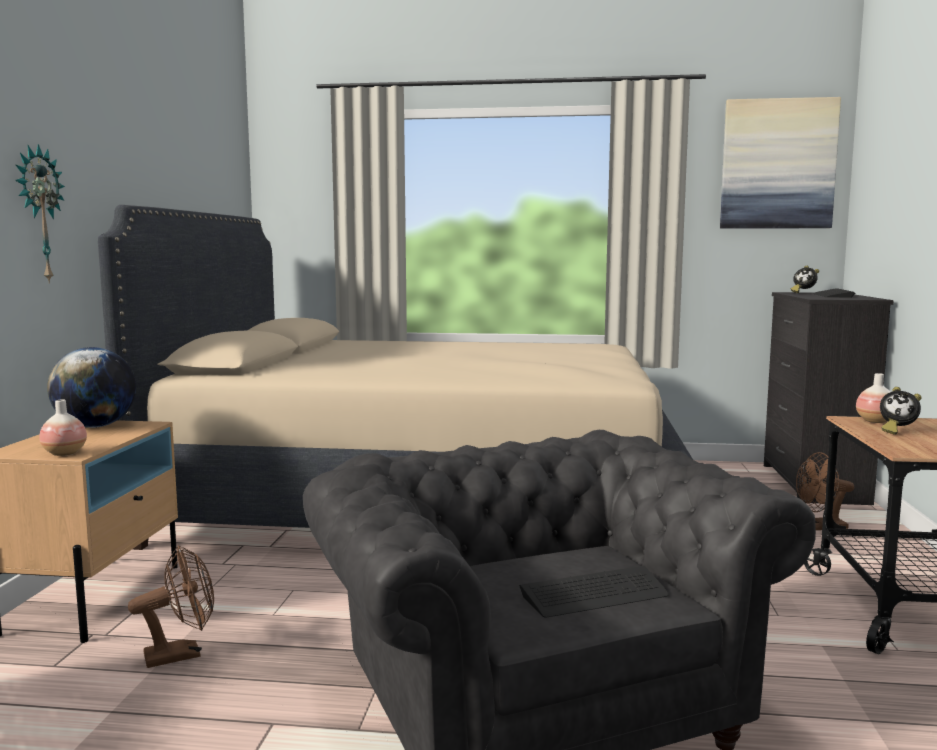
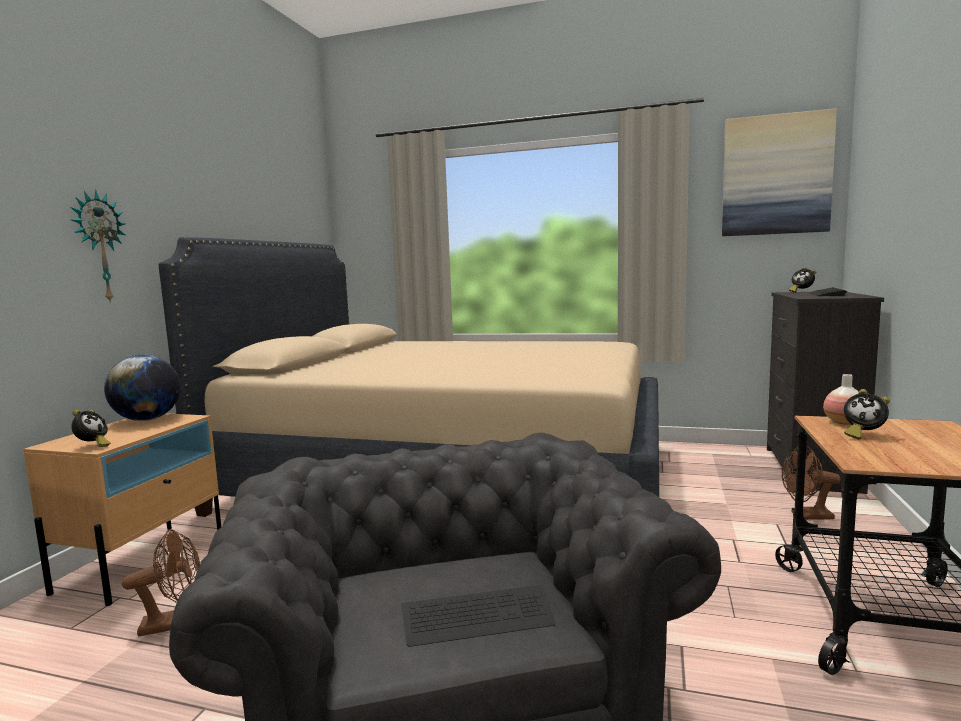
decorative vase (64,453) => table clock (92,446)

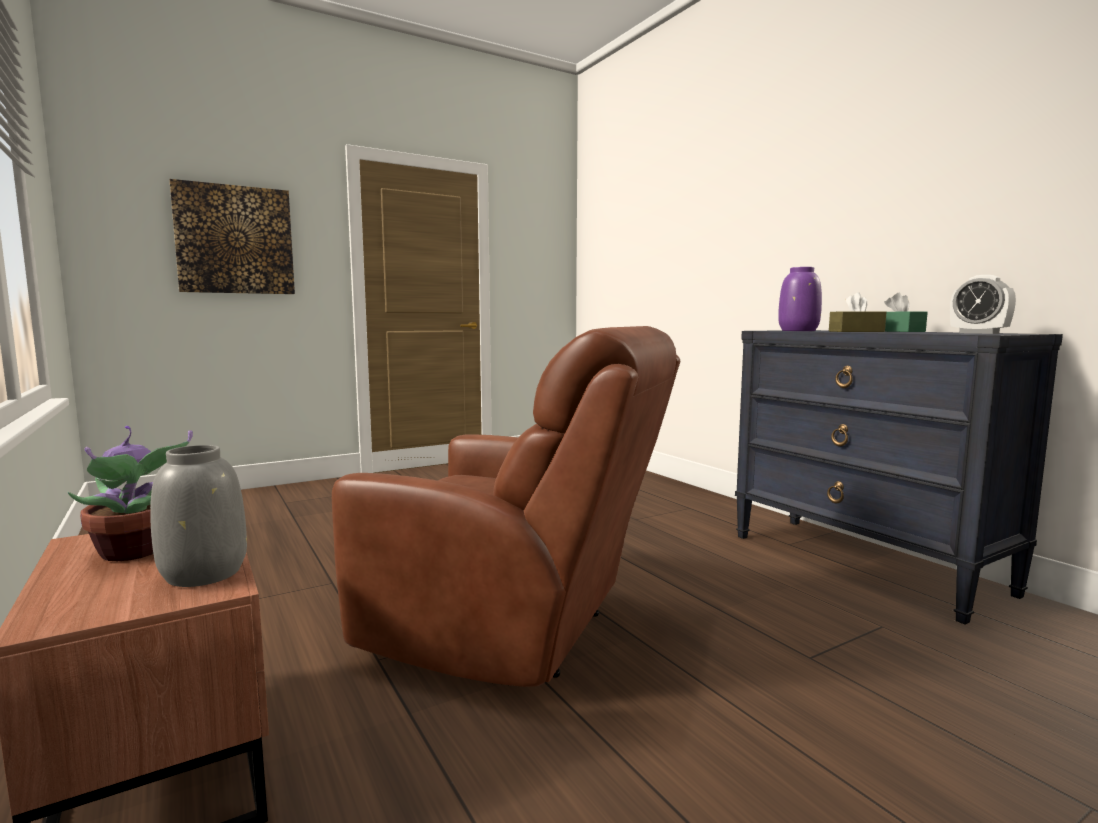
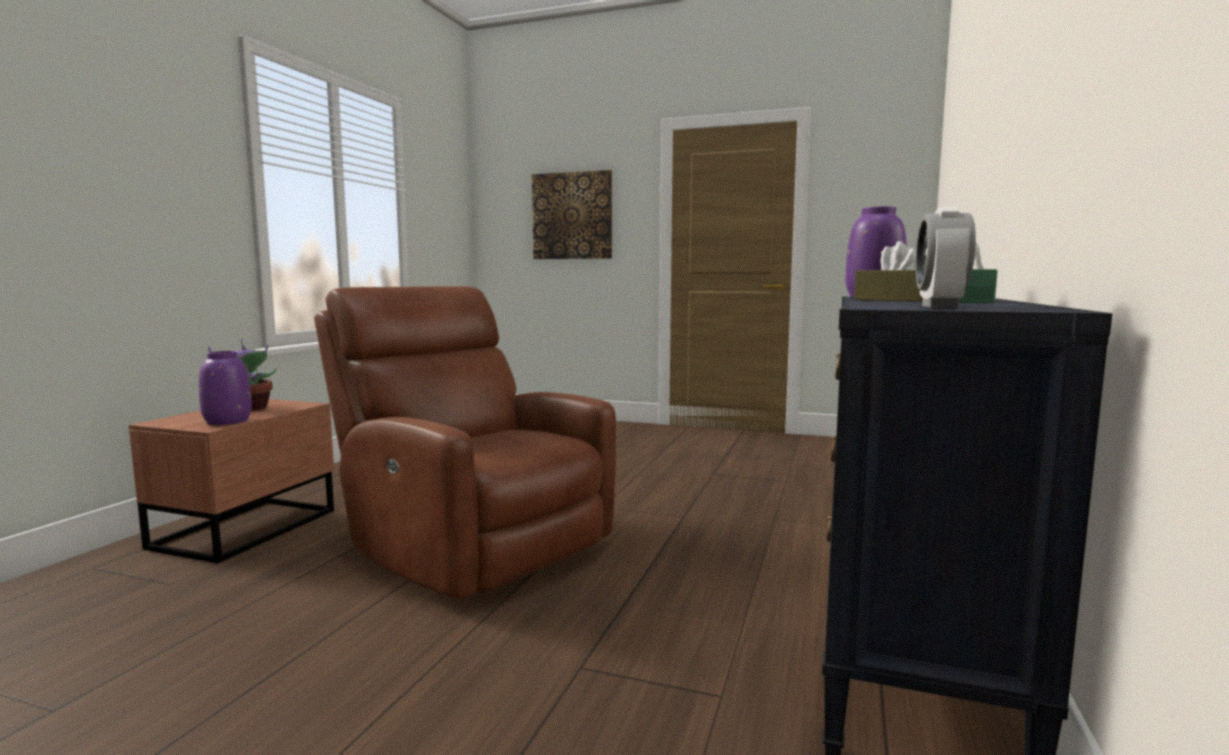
gray decorative vase (202,574) => purplish decorative vase (227,421)
brownish armchair (515,630) => brownish armchair (473,547), 150 degrees clockwise

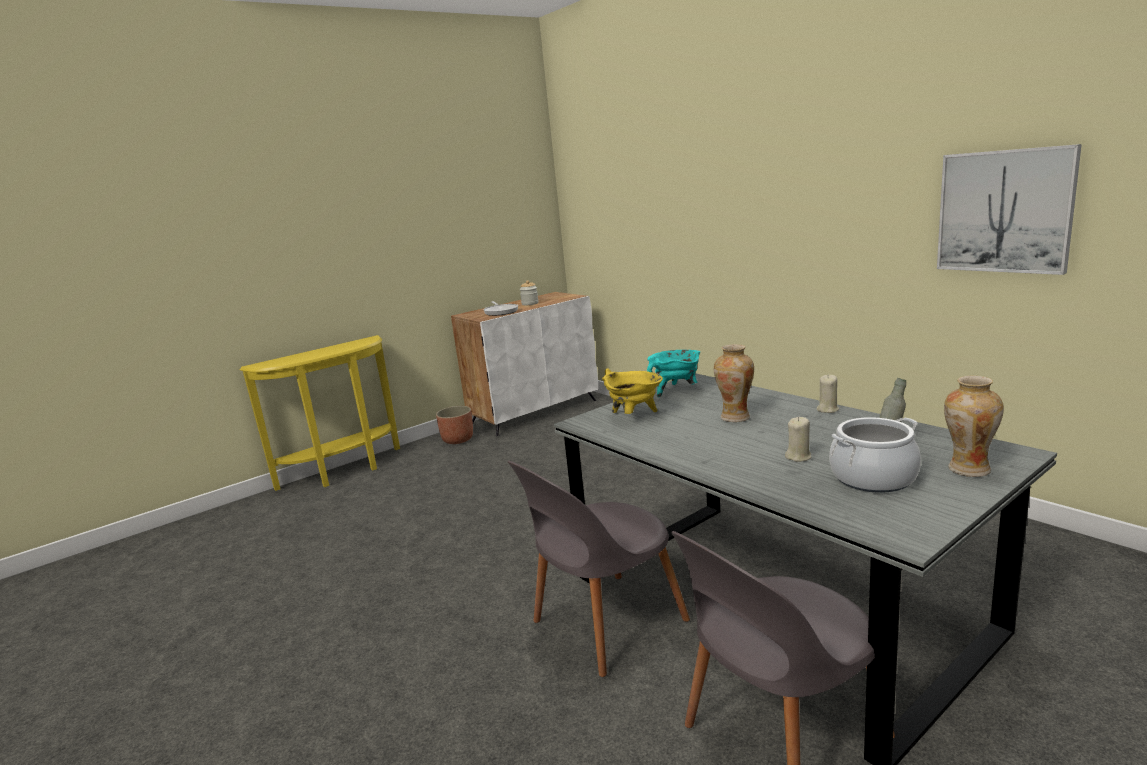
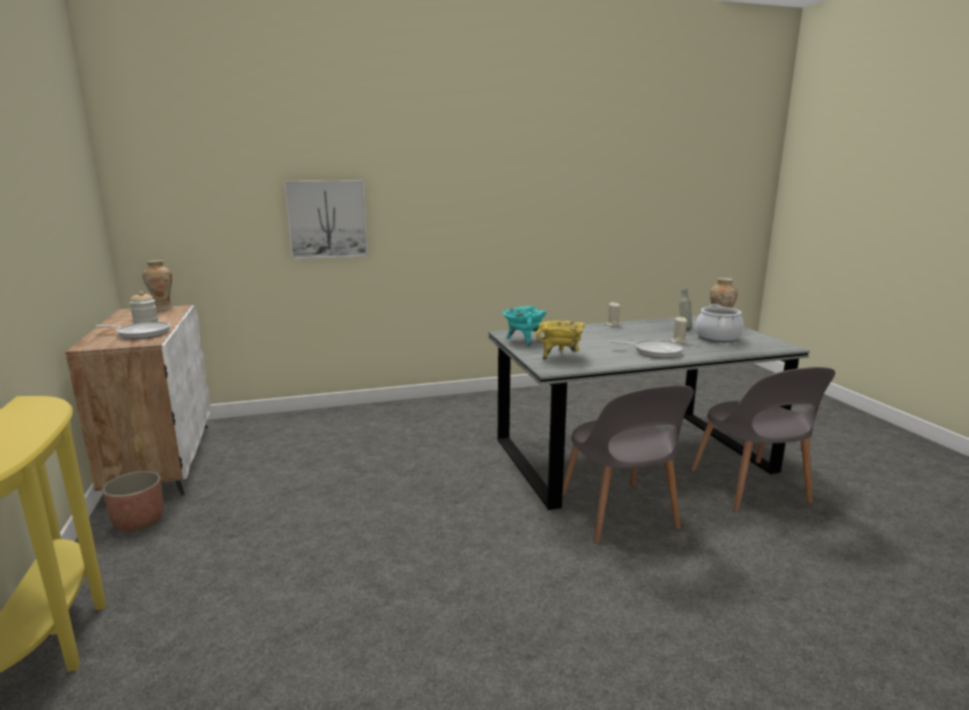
decorative vase (735,417) => decorative vase (162,309), shifted
wall picture (1004,211) => wall picture (327,219), shifted
nothing => pan (654,352)

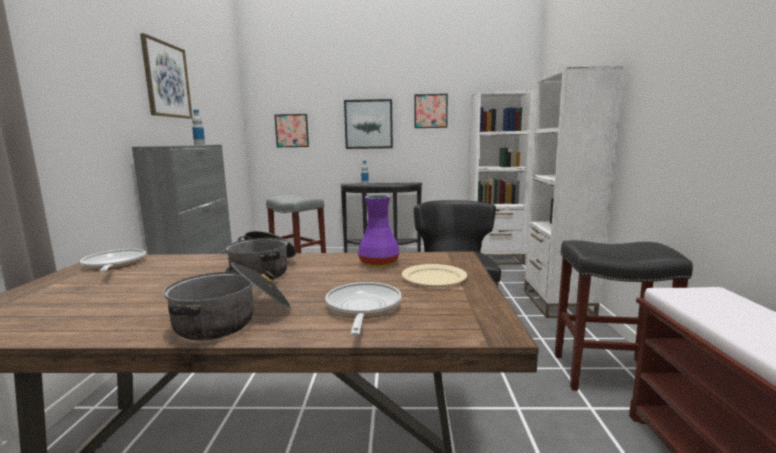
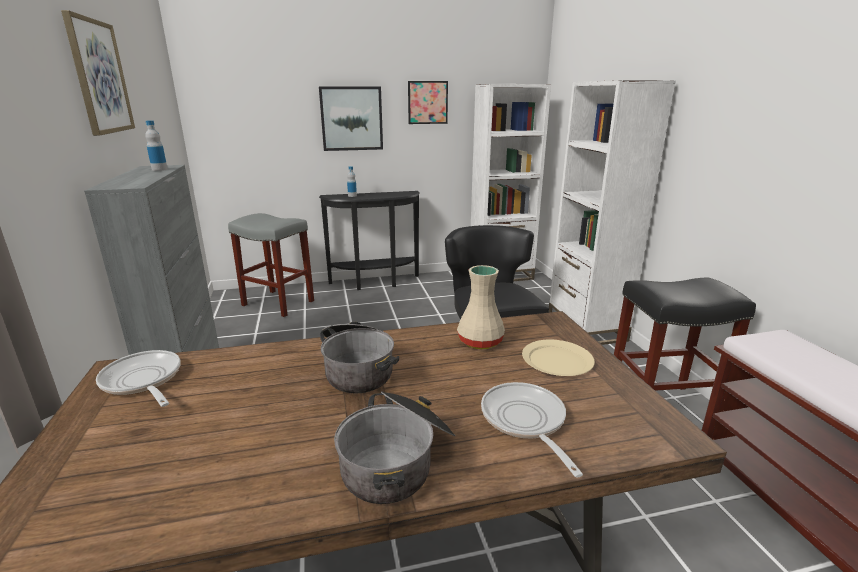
purplish decorative vase (378,263) => beige-coloured decorative vase (479,342)
wall picture (292,130) => nothing

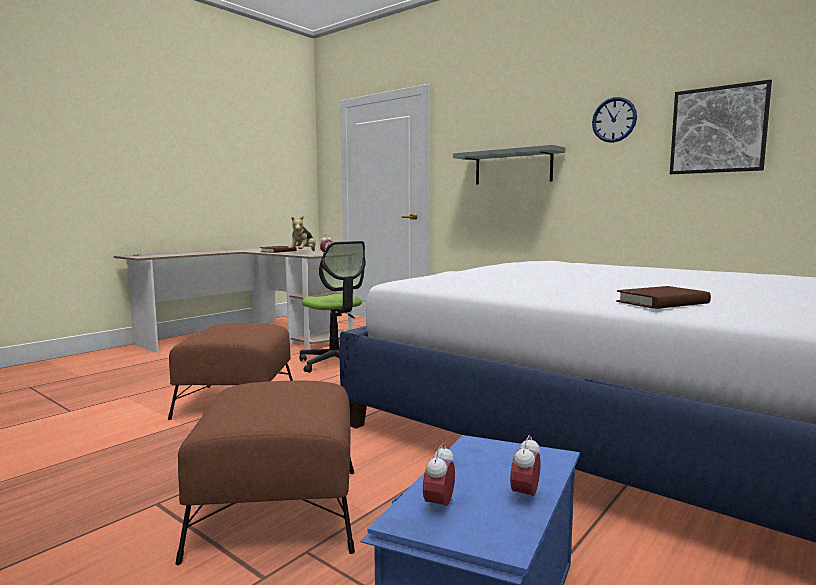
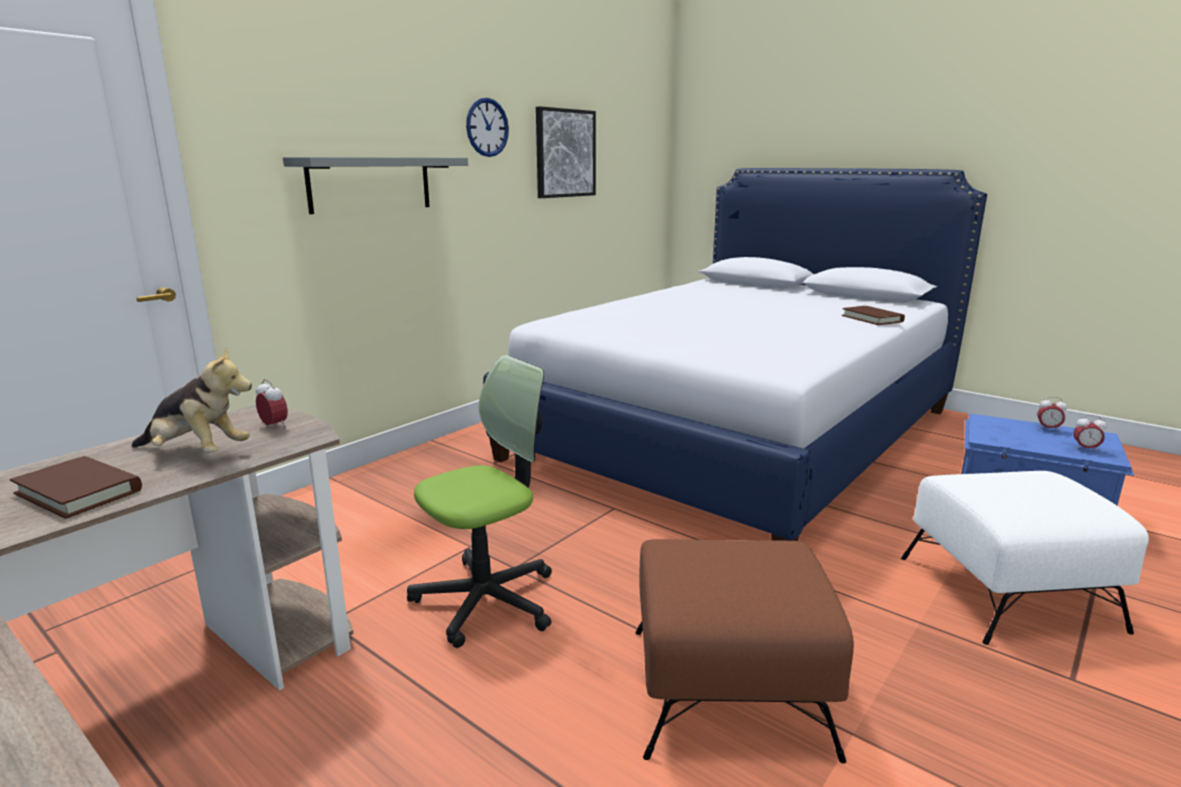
brownish pouffe (277,512) => white pouffe (1008,592)

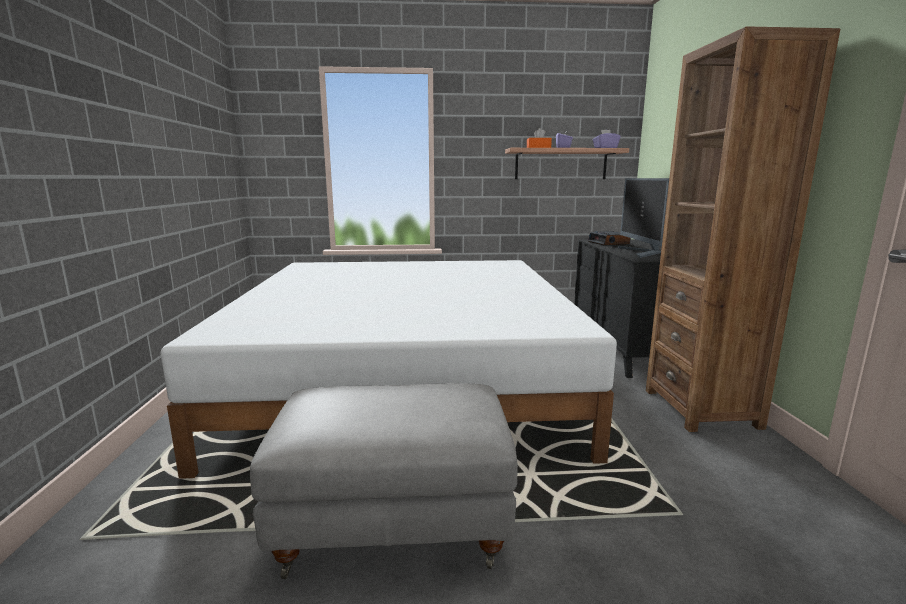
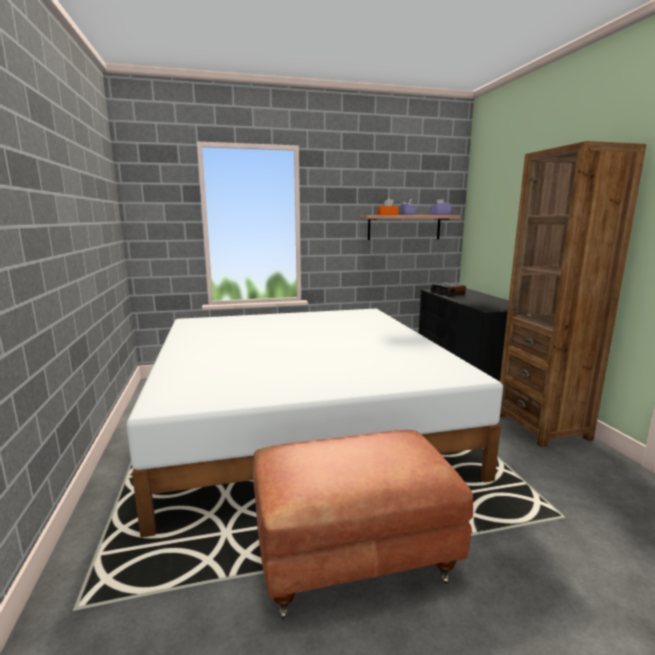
gray pouffe (395,525) => brownish pouffe (353,556)
computer display (642,253) => nothing

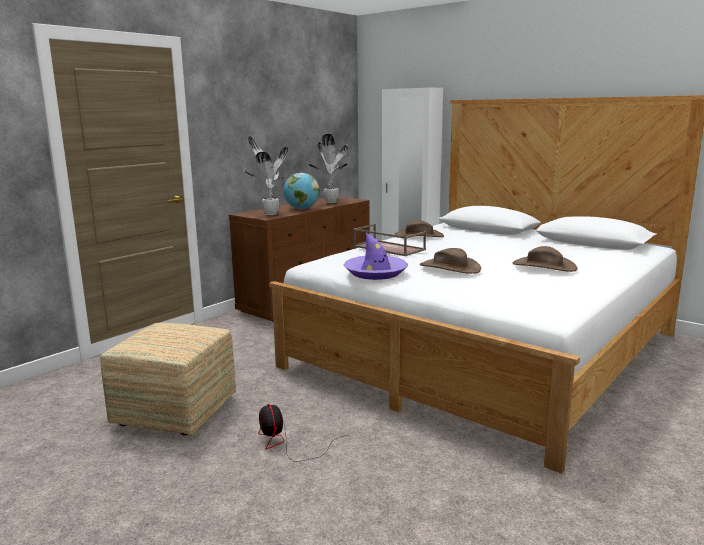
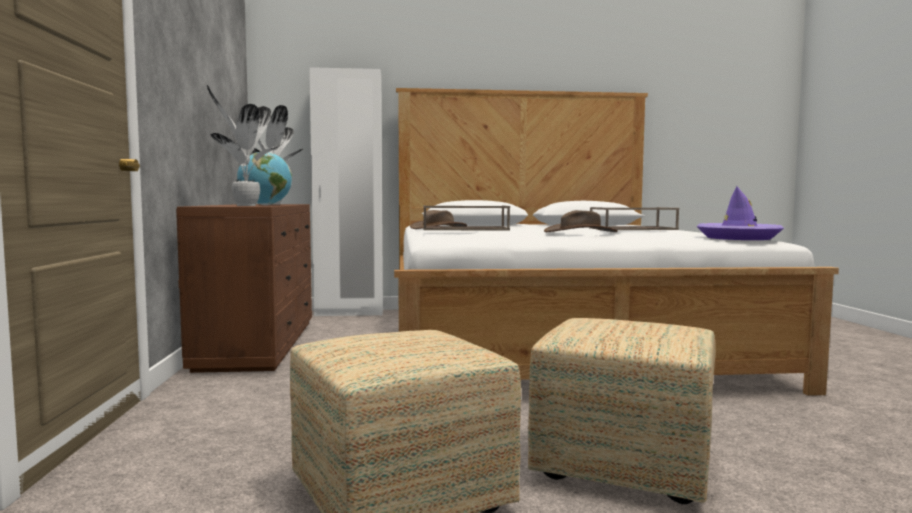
fan (287,444) => pouffe (621,464)
brownish clothing hat (544,266) => brownish carrying tray (632,229)
purplish clothing hat (375,273) => purplish clothing hat (738,238), shifted

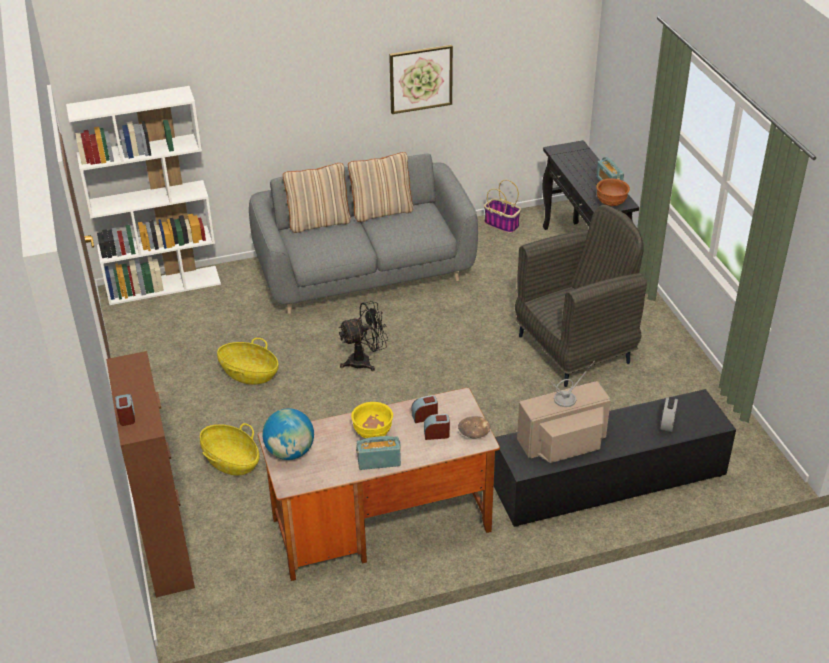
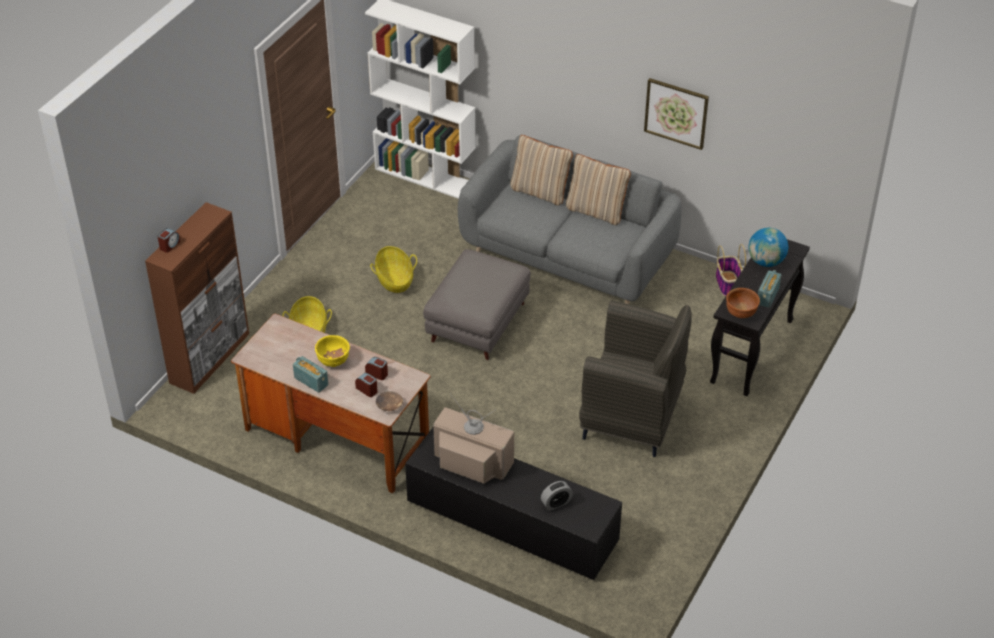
black fan (365,361) => gray pouffe (477,322)
desk globe (290,452) => desk globe (766,261), shifted

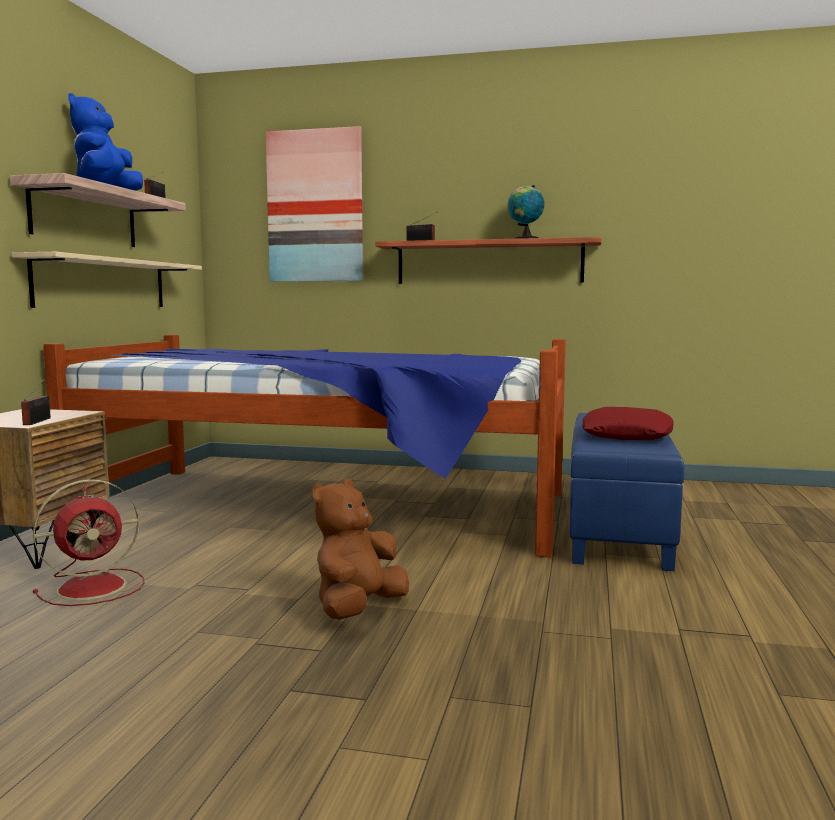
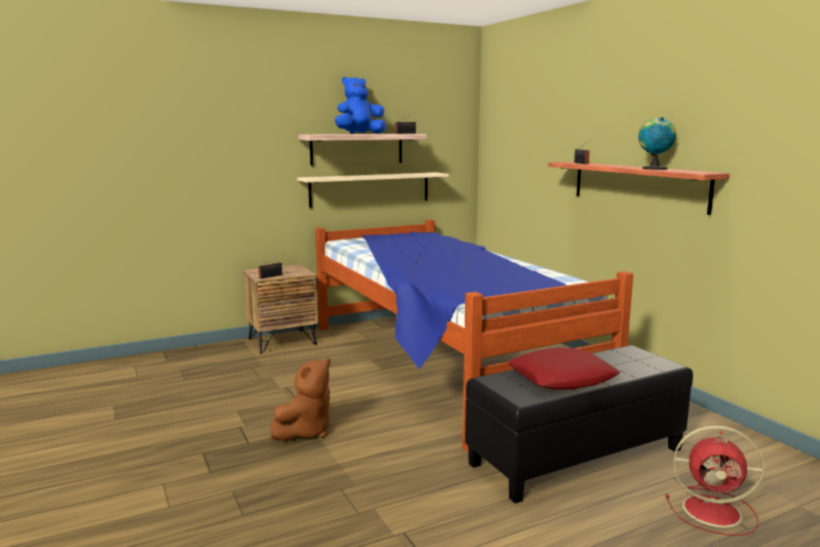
brownish soft toy (358,609) => brownish soft toy (306,431), 135 degrees clockwise
blue-coloured pouffe (616,528) => black pouffe (576,456)
red fan (95,587) => red fan (714,511), shifted
wall picture (315,206) => nothing

